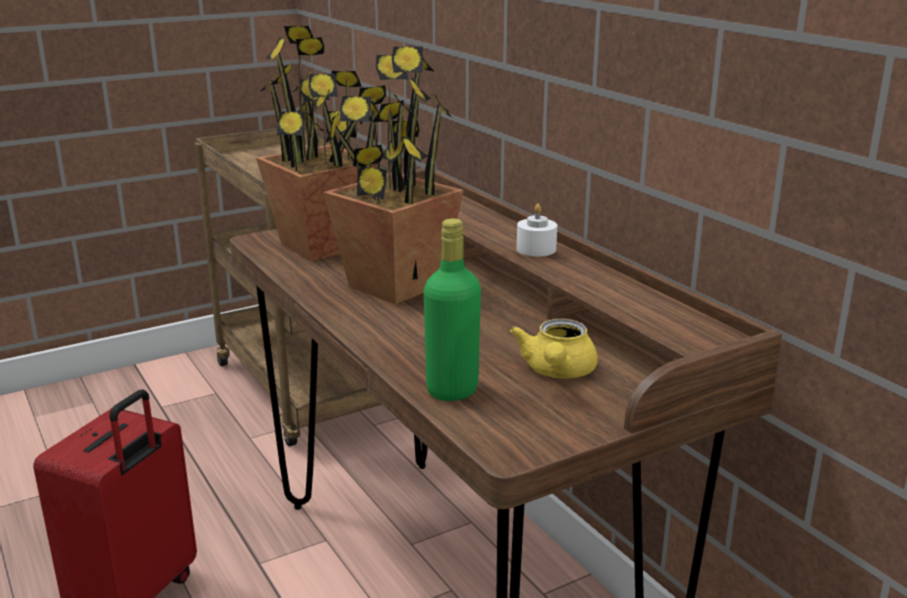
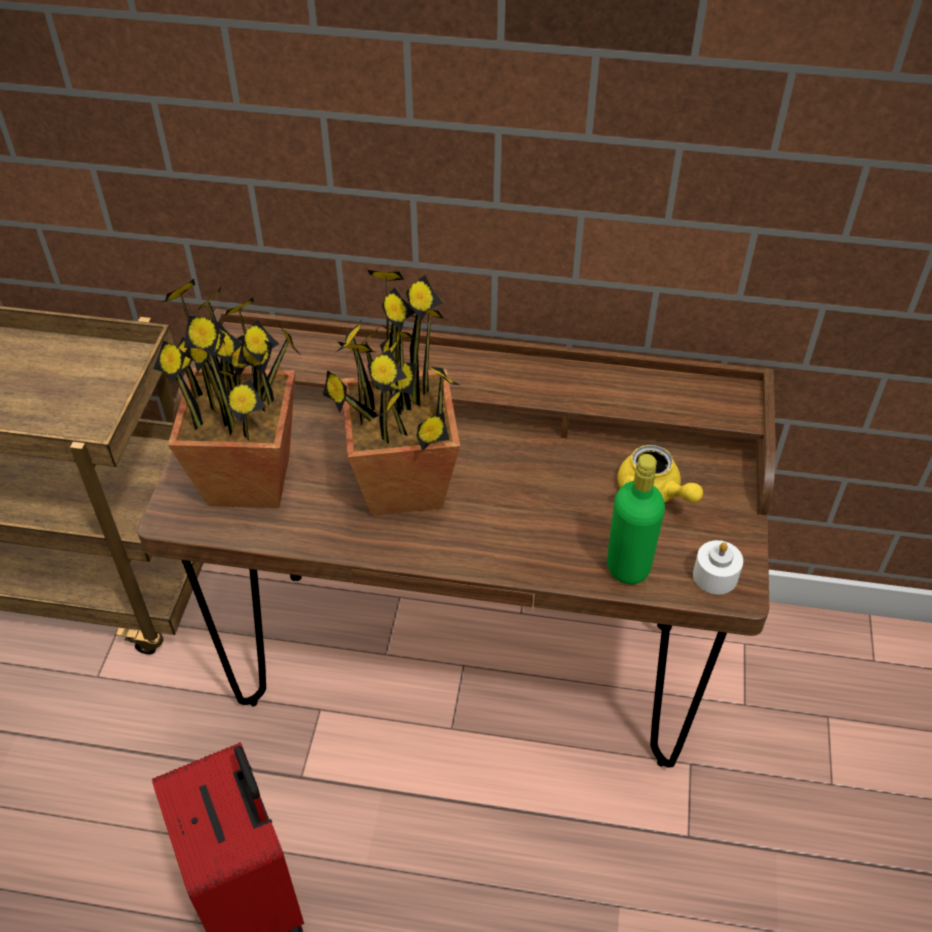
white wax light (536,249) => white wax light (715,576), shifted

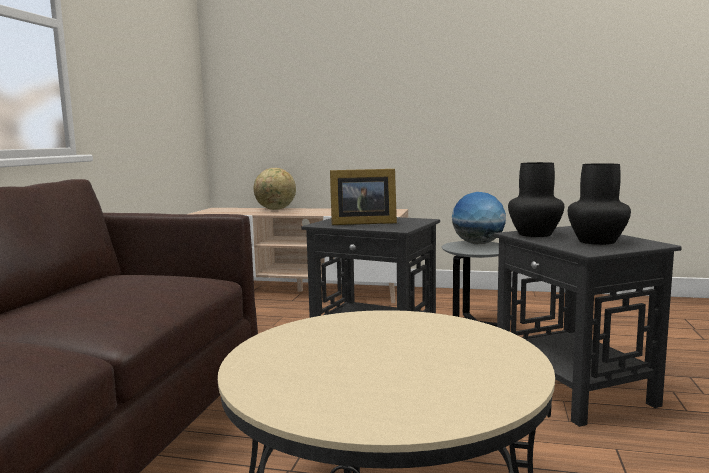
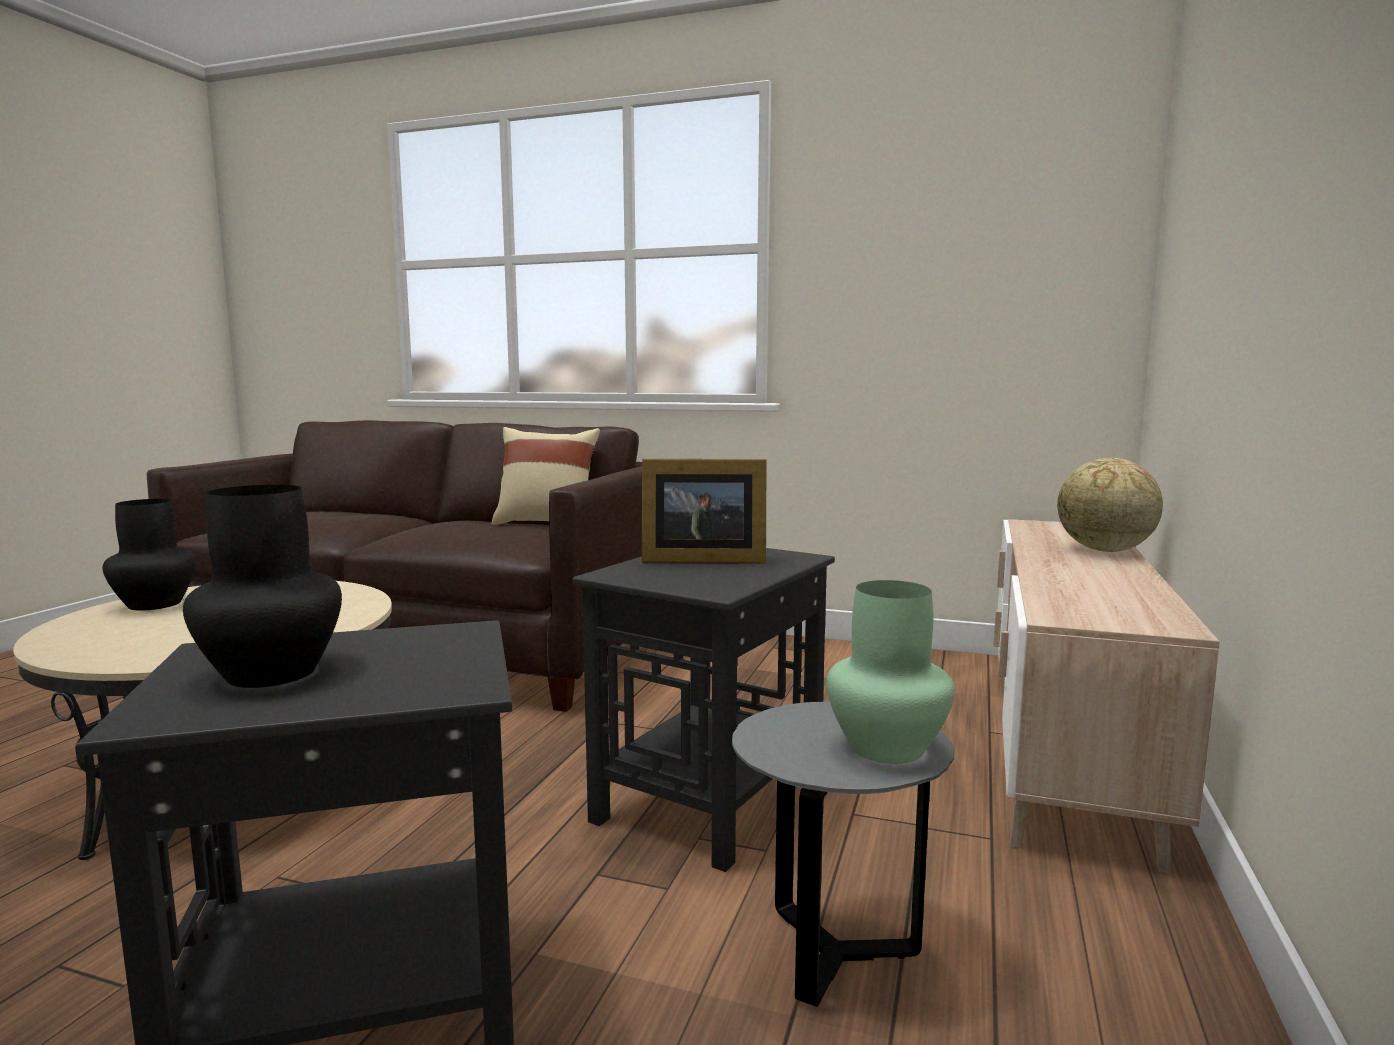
black decorative vase (535,234) => black decorative vase (155,604), shifted
nothing => beige-coloured throw pillow (546,524)
photo frame (361,223) => photo frame (699,560), 90 degrees counterclockwise
desk globe (478,244) => green decorative vase (887,747)

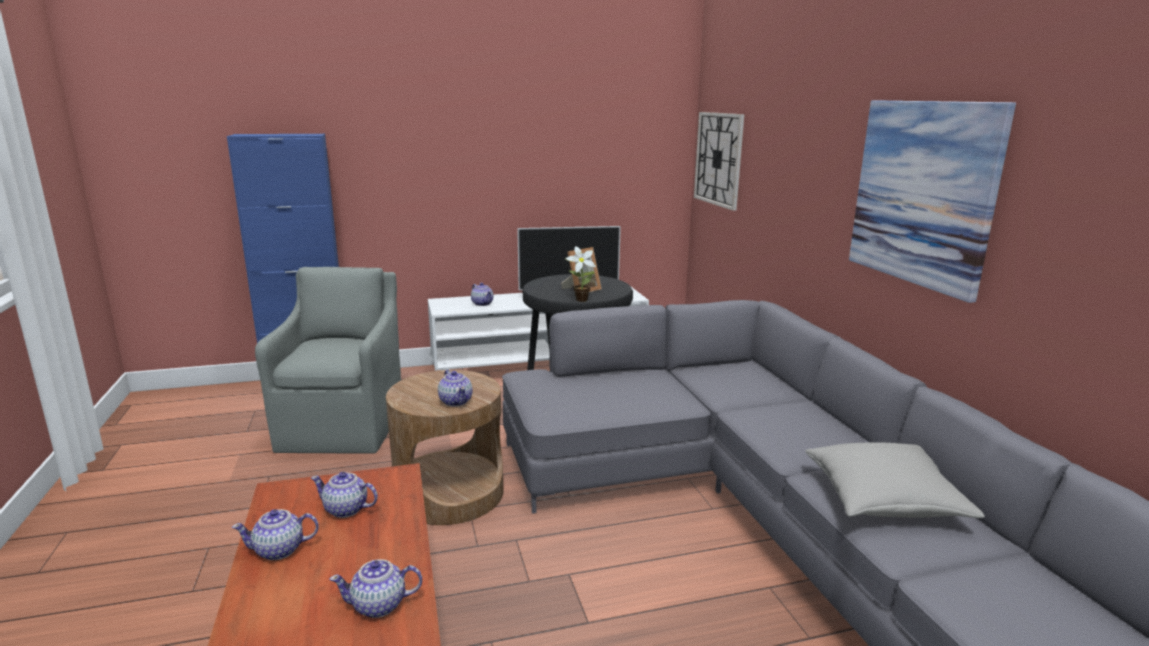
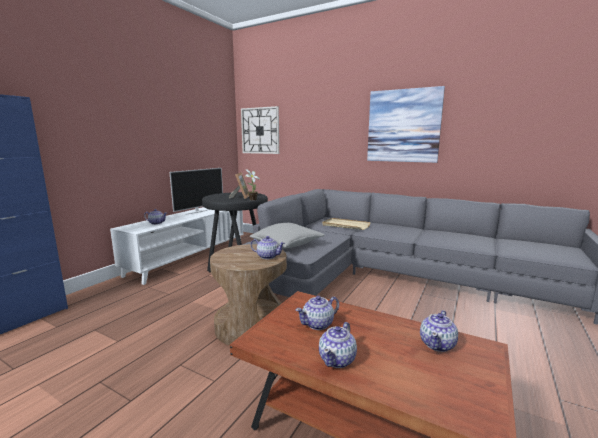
gray throw pillow (884,499) => gray throw pillow (287,244), shifted
nothing => beige-coloured carrying tray (345,225)
gray armchair (344,426) => nothing

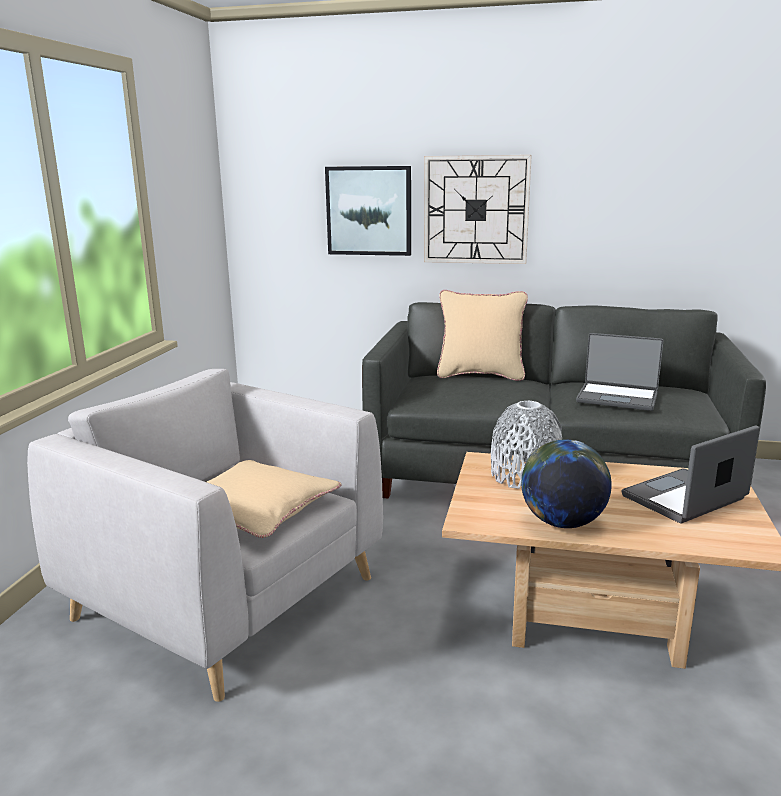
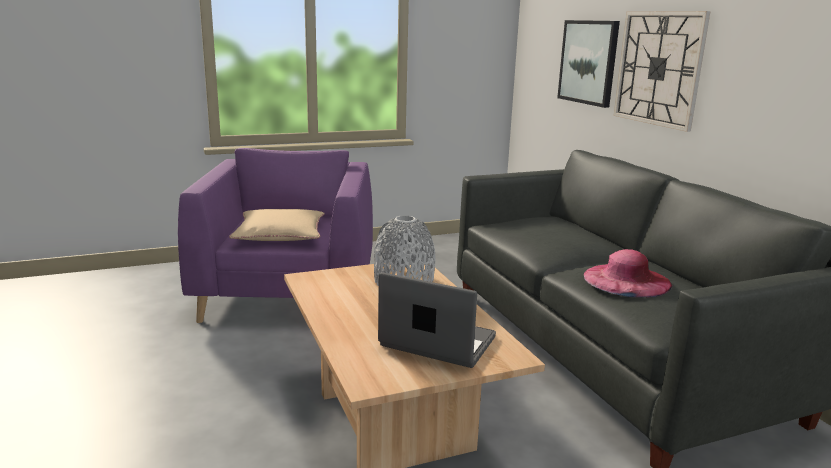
gray armchair (226,597) => purplish armchair (288,293)
portable computer (617,398) => pink-coloured clothing hat (626,280)
beige-coloured throw pillow (480,375) => nothing
desk globe (562,523) => nothing

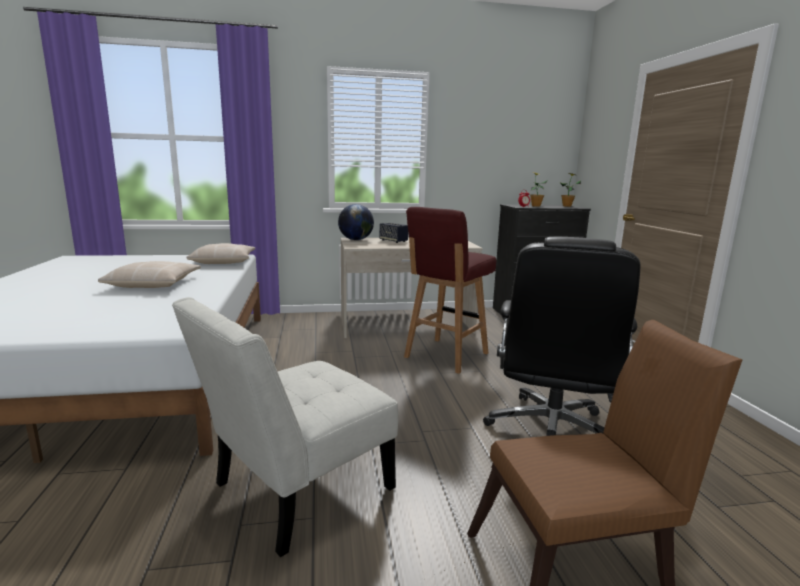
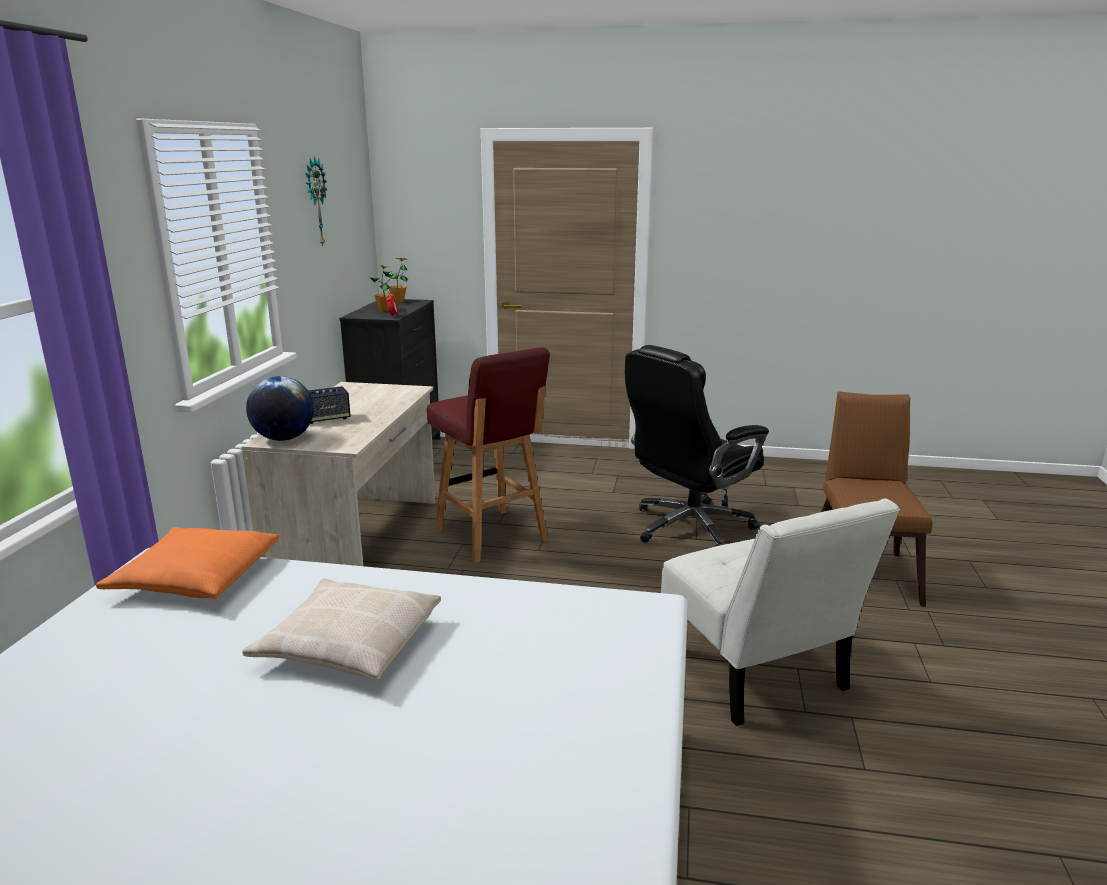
beige-coloured throw pillow (223,261) => orange-coloured throw pillow (195,577)
nothing => clock on the wall (315,202)
black office chair (551,431) => black office chair (689,528), 105 degrees clockwise

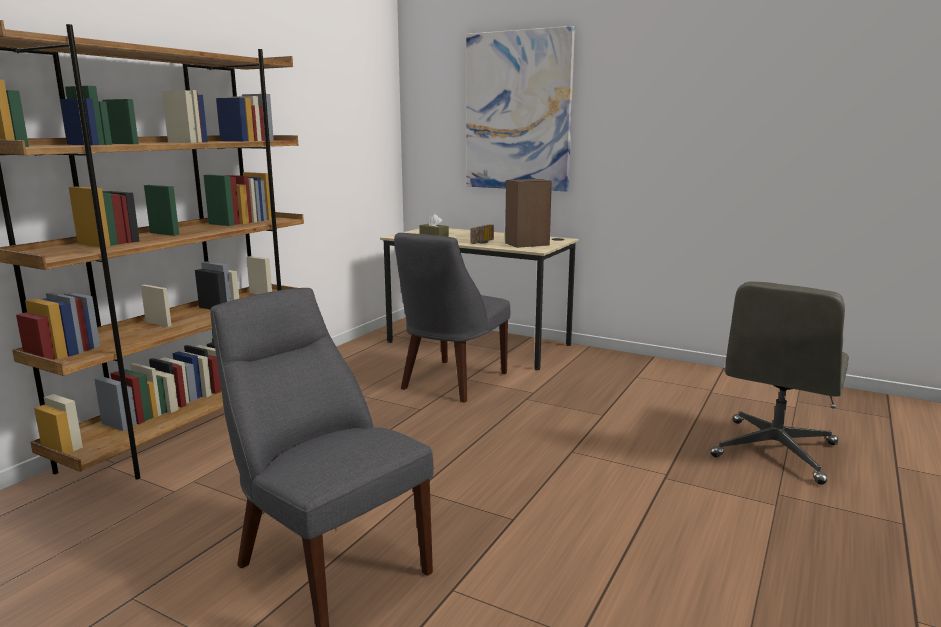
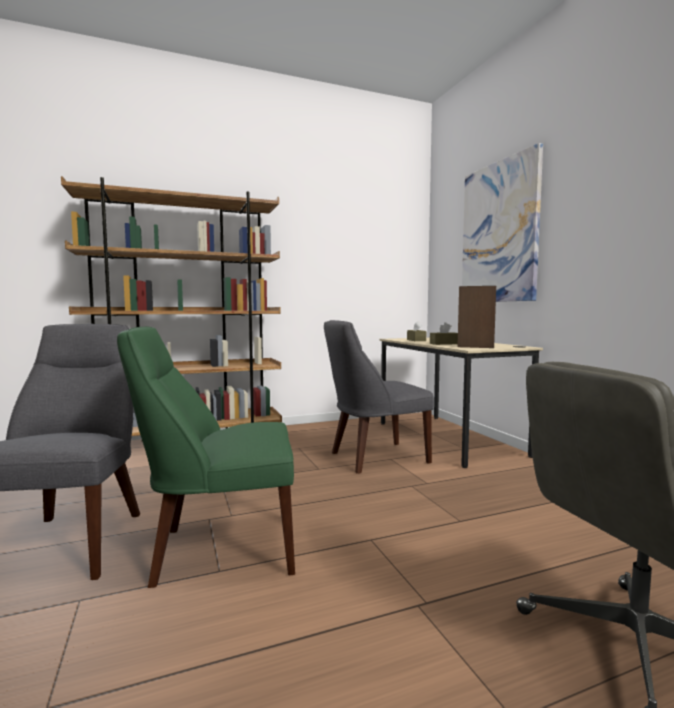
nothing => green chair (219,550)
radio (484,242) => brownish box of tissues (444,343)

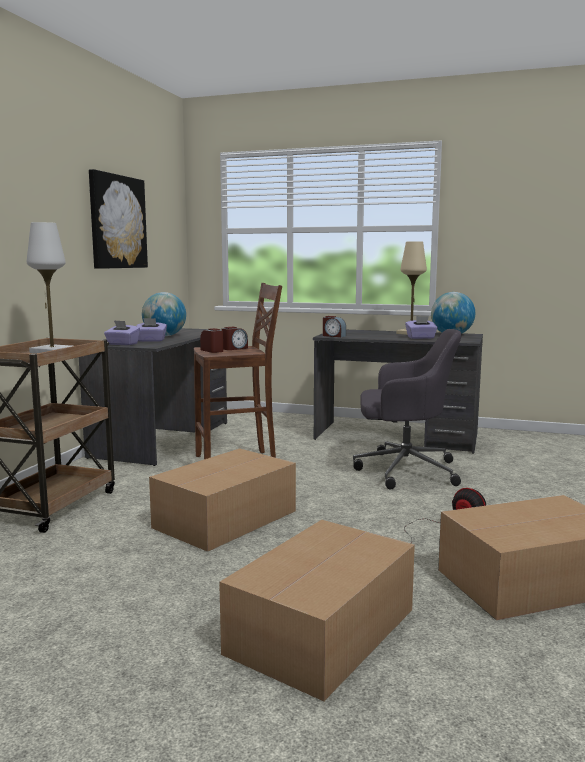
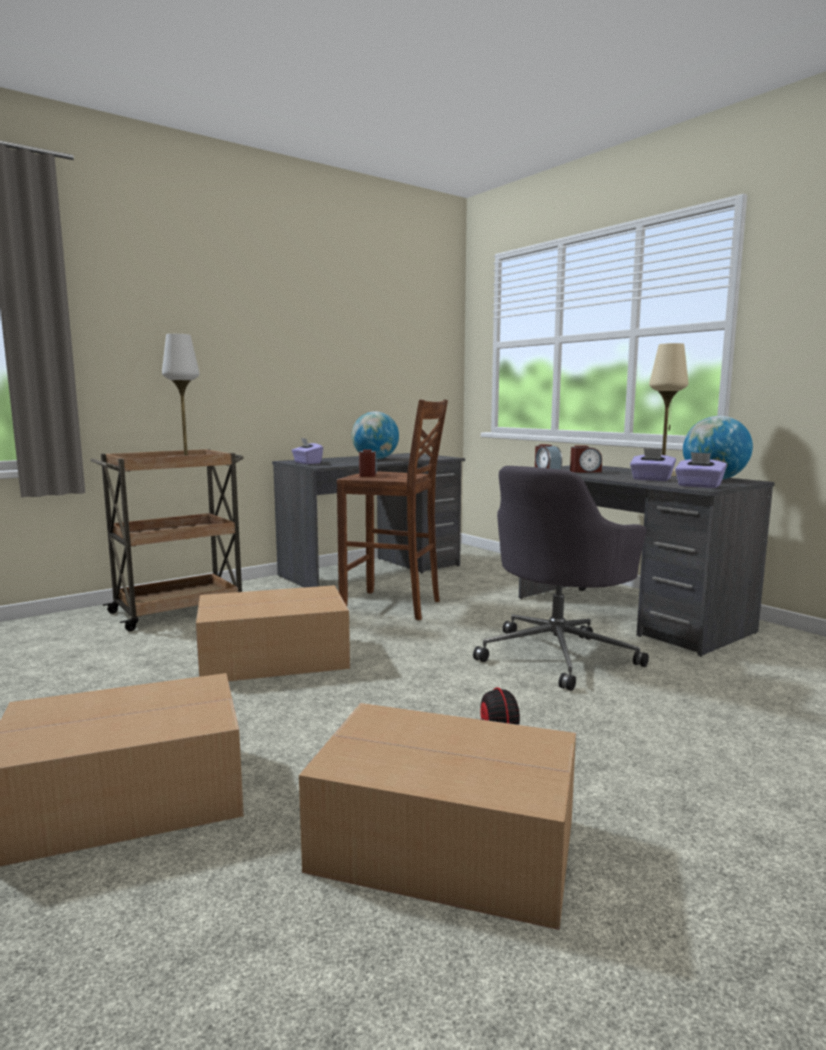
gray office chair (404,470) => gray office chair (558,655), 90 degrees clockwise
table clock (234,348) => table clock (585,471), shifted
purplish box of tissues (151,340) => purplish box of tissues (699,486), shifted
wall picture (117,222) => nothing

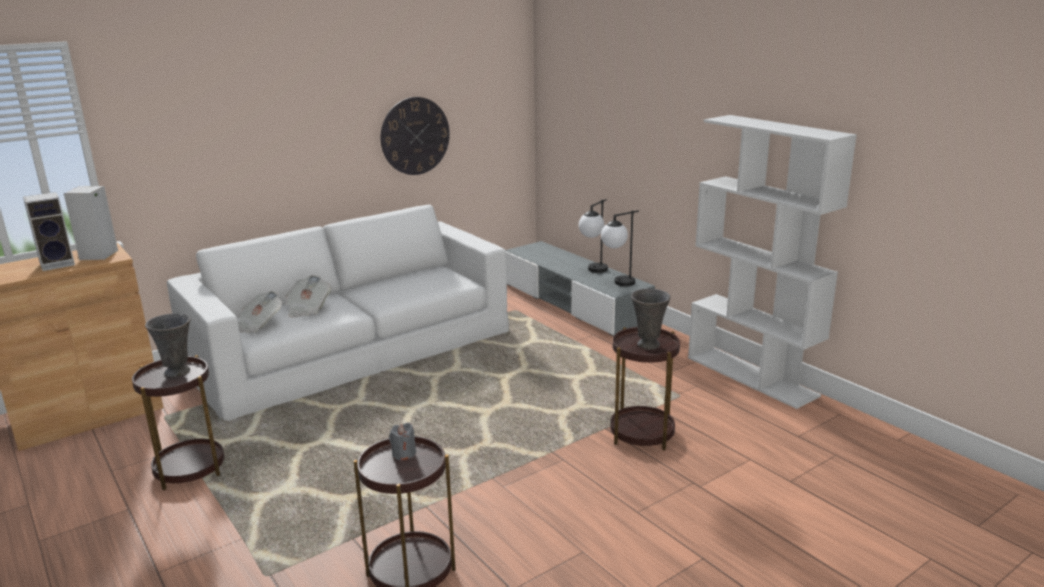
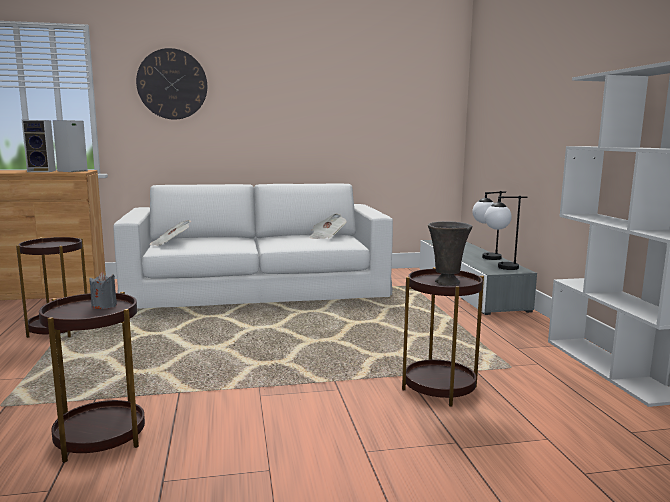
clock on the wall (415,136) => clock on the wall (172,84), shifted
daily paper (307,309) => daily paper (326,236), shifted
gray decorative vase (178,372) => nothing

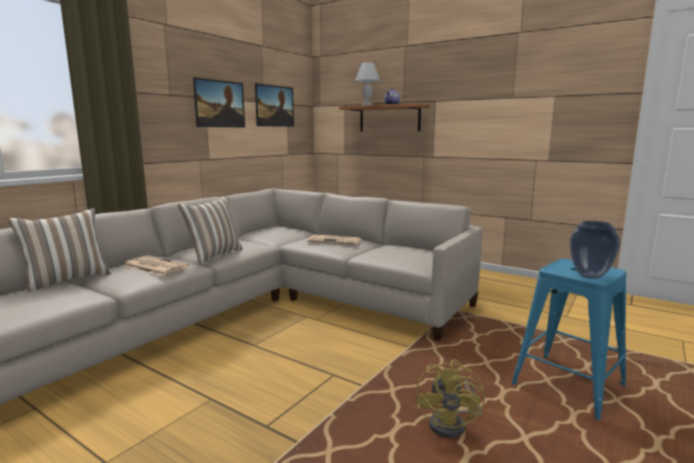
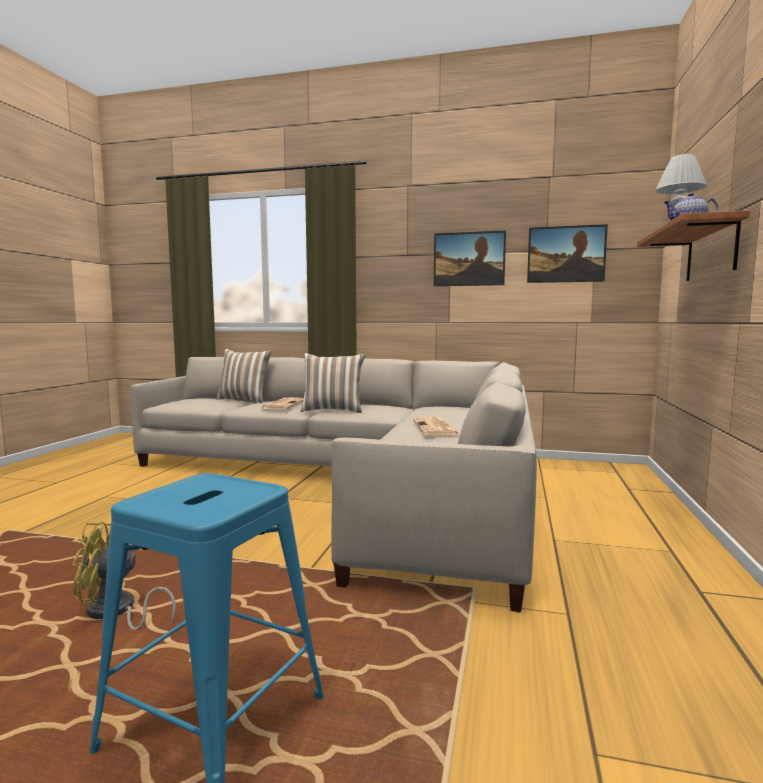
decorative vase (590,276) => nothing

